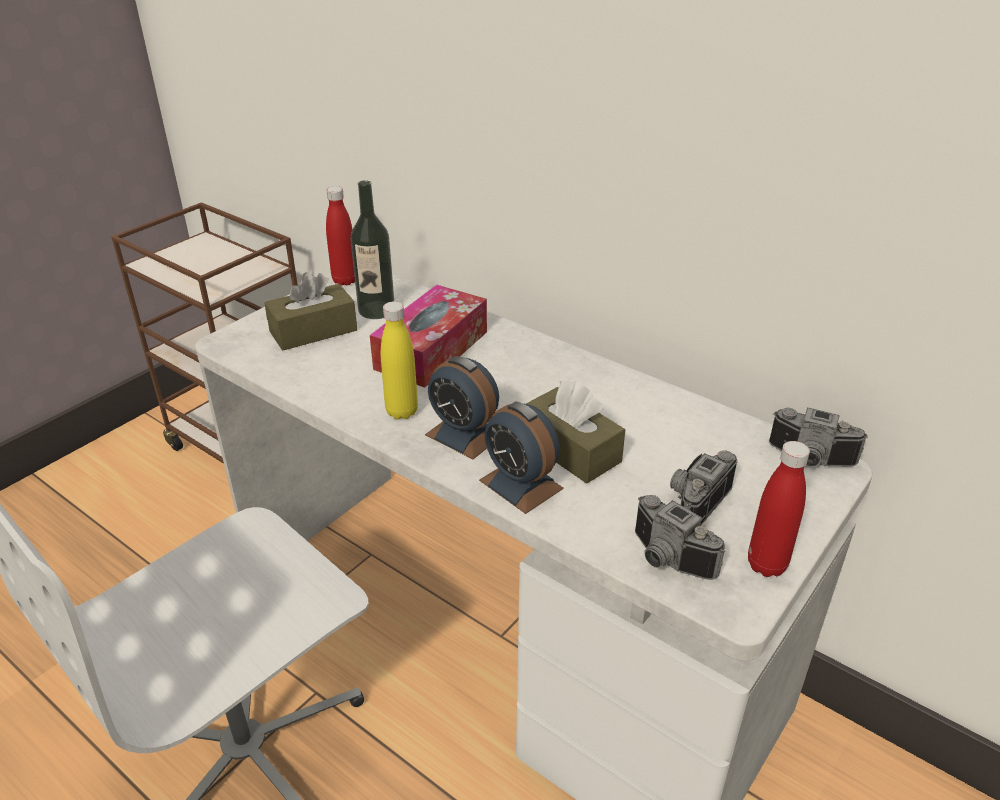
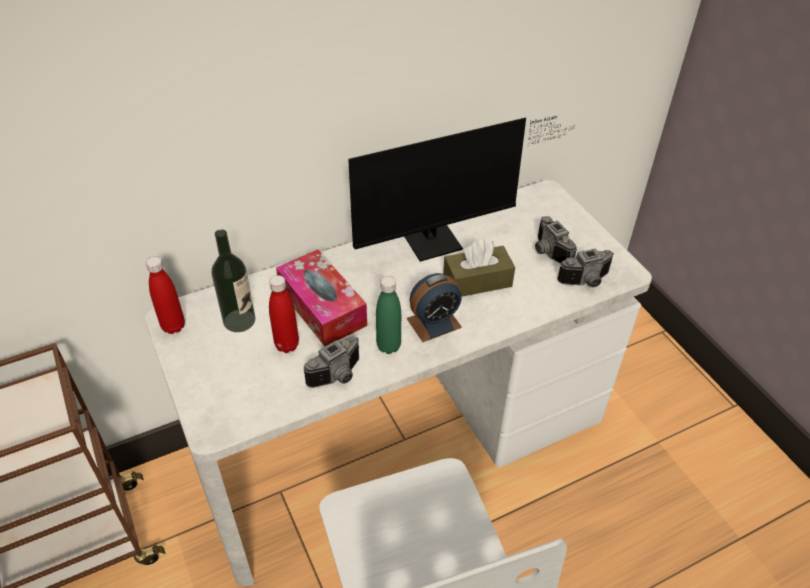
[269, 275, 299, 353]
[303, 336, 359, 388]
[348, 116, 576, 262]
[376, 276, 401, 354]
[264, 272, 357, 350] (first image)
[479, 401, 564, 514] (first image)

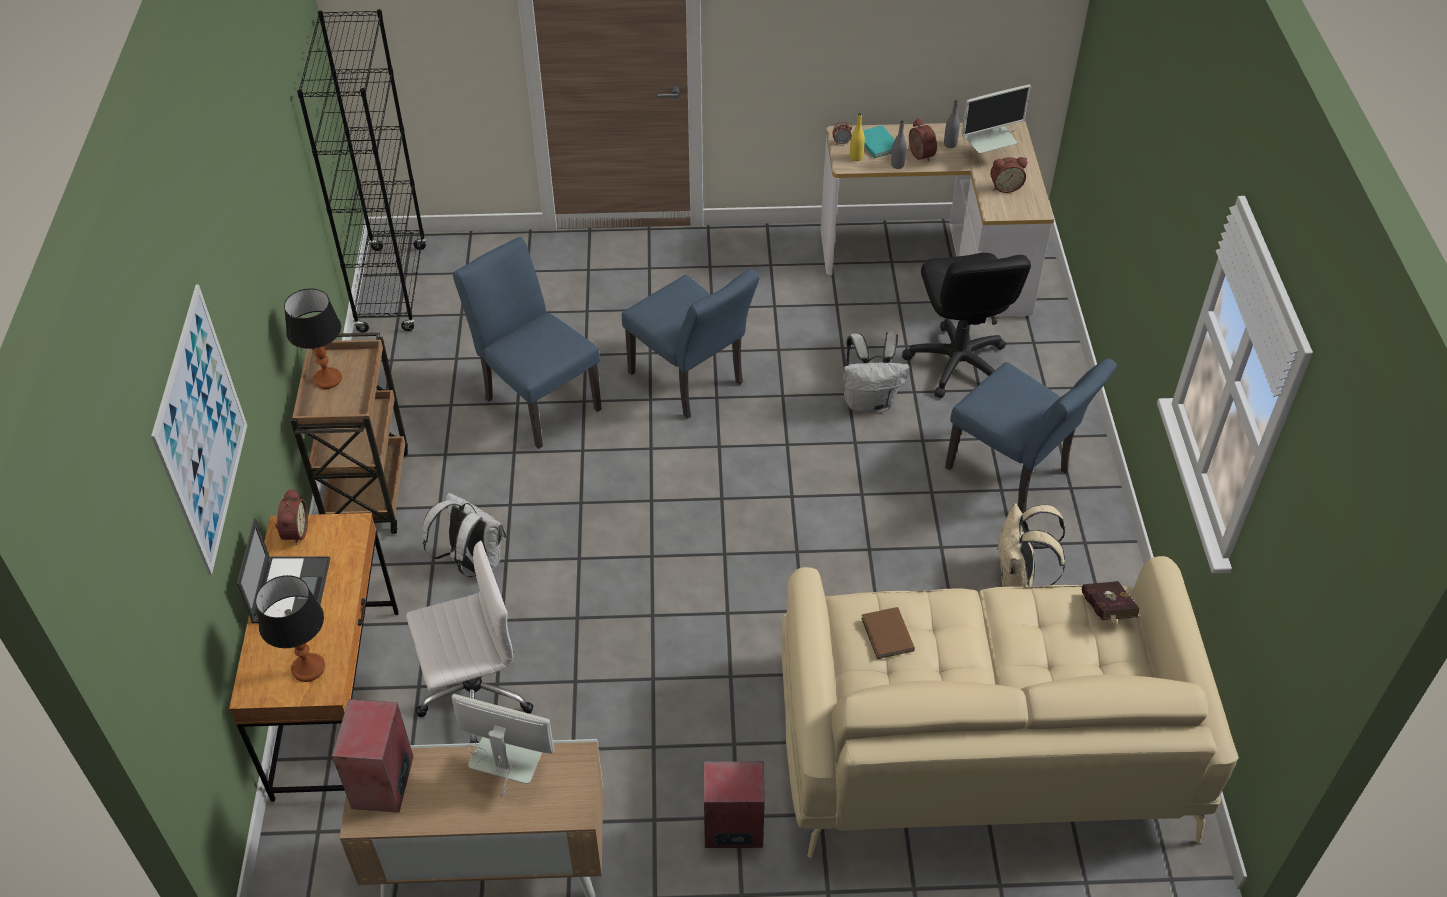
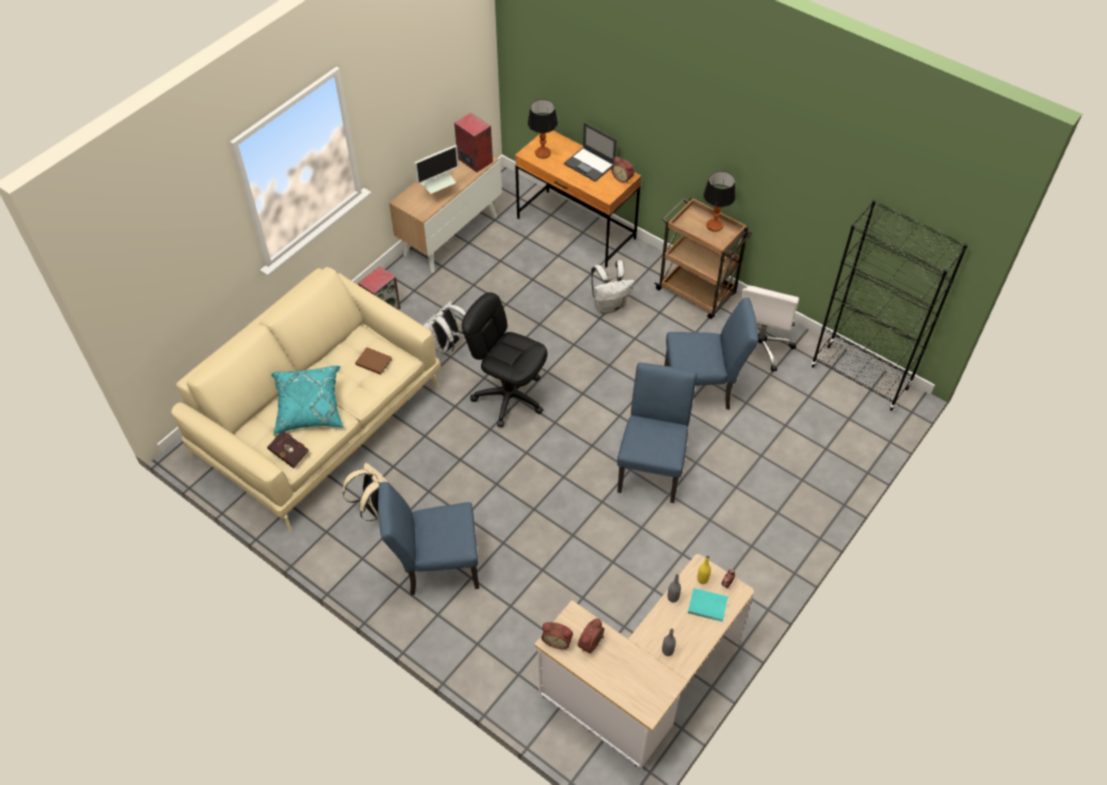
[271, 366, 344, 434]
[423, 301, 466, 354]
[462, 293, 547, 427]
[541, 622, 573, 649]
[617, 363, 697, 503]
[740, 285, 799, 372]
[151, 284, 247, 575] (first image)
[961, 85, 1031, 153] (first image)

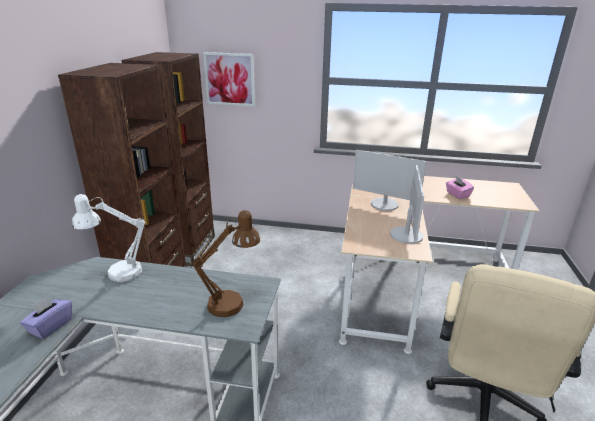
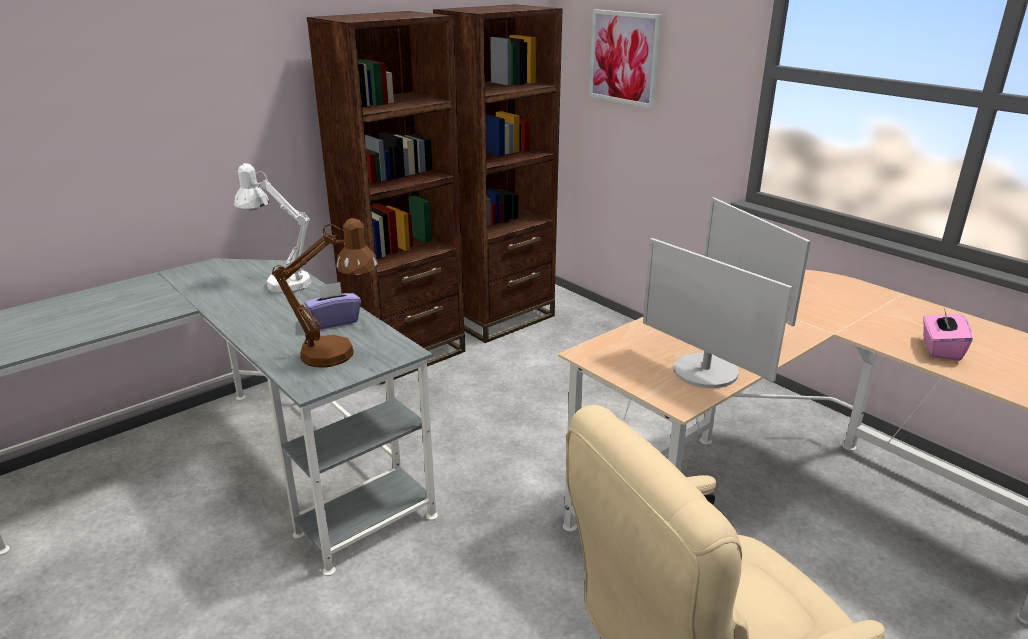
[305, 282, 361, 330]
[643, 238, 793, 388]

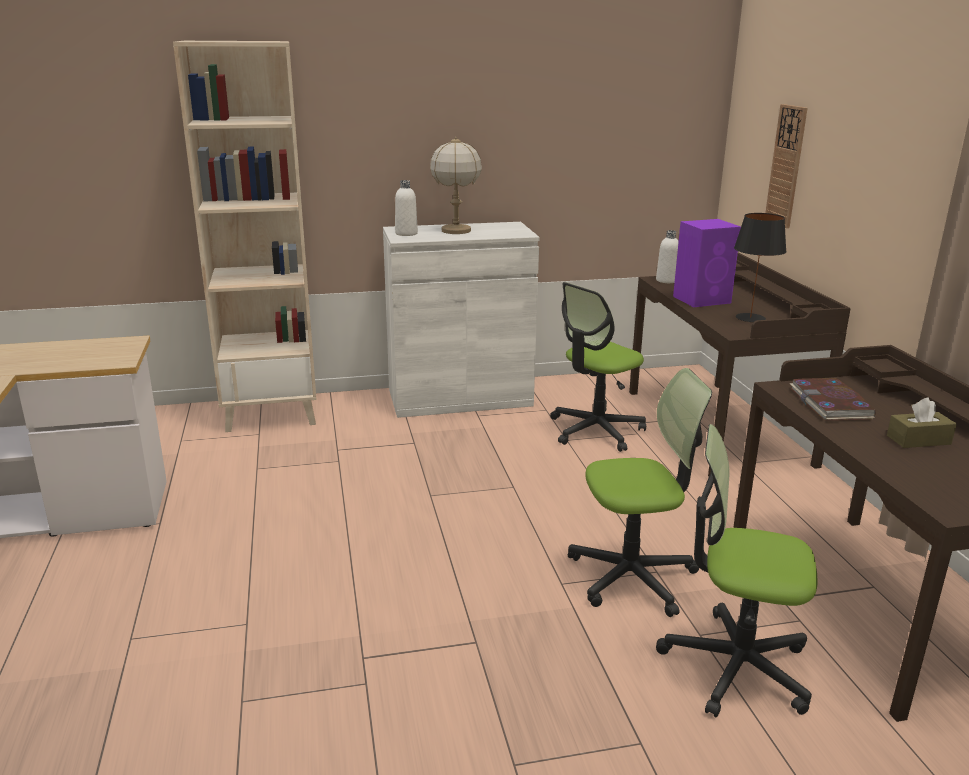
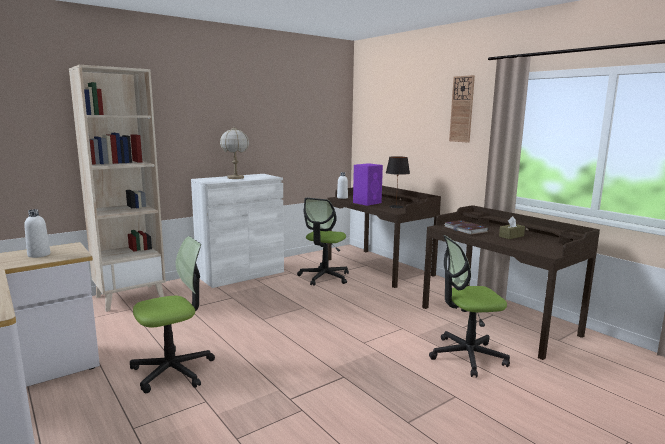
[24, 209, 50, 258]
[130, 236, 215, 393]
[449, 75, 475, 143]

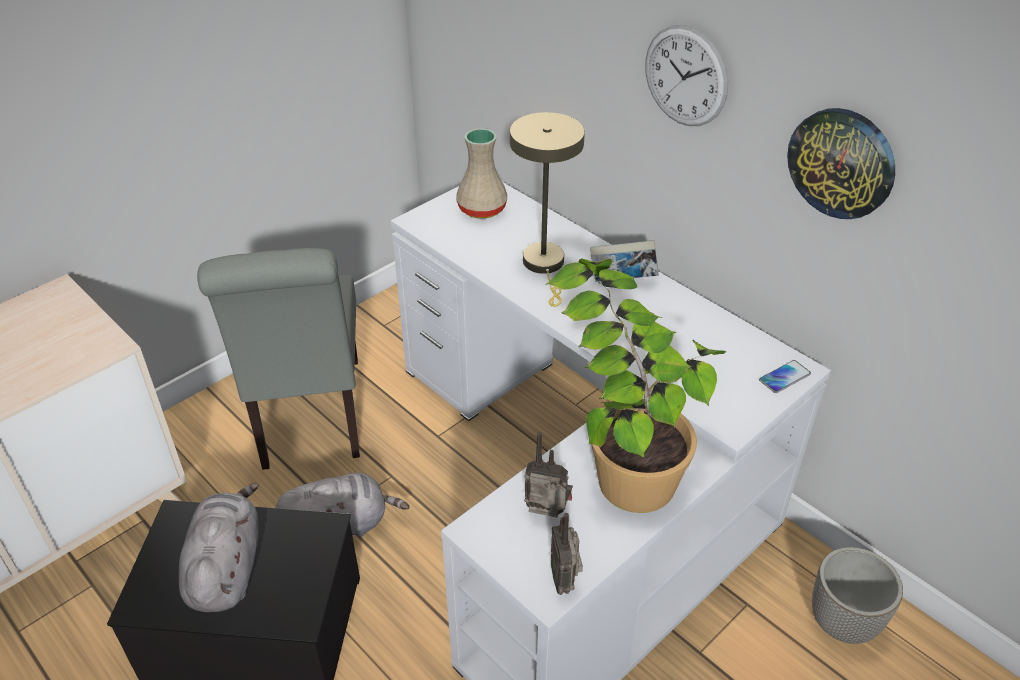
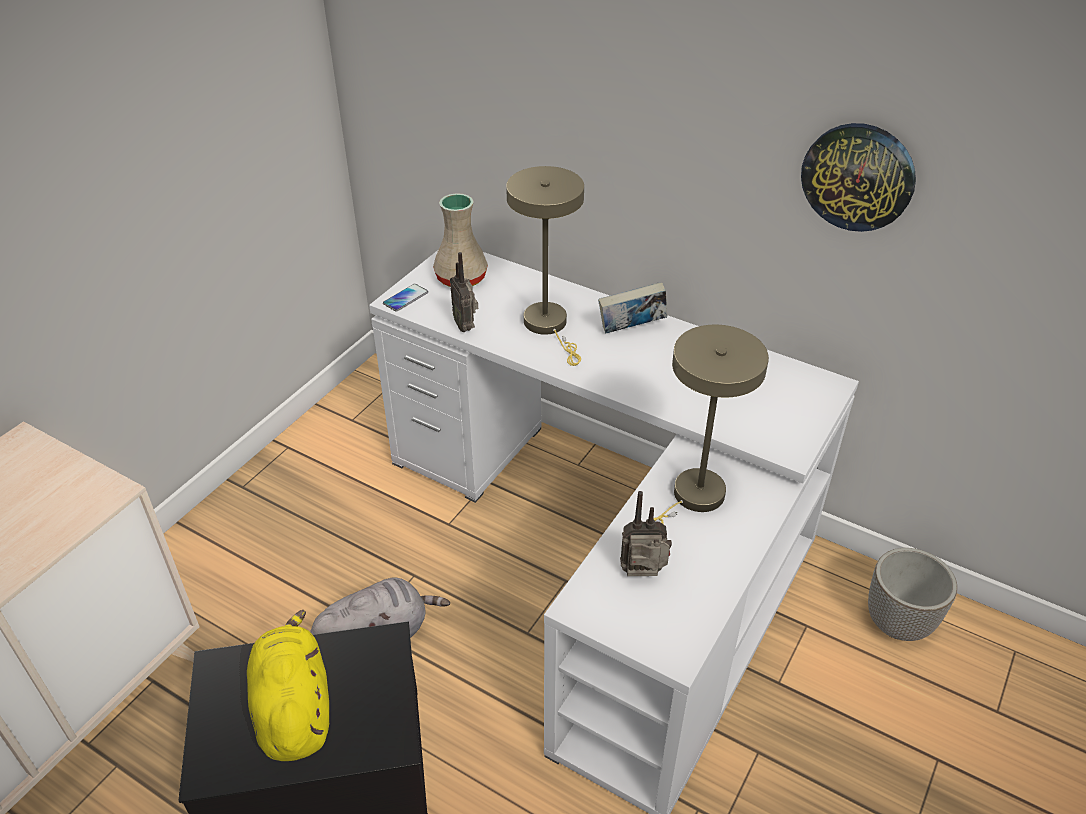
[247, 610, 329, 761]
[383, 284, 428, 312]
[450, 252, 478, 332]
[654, 325, 769, 524]
[197, 248, 360, 470] (first image)
[645, 24, 728, 126] (first image)

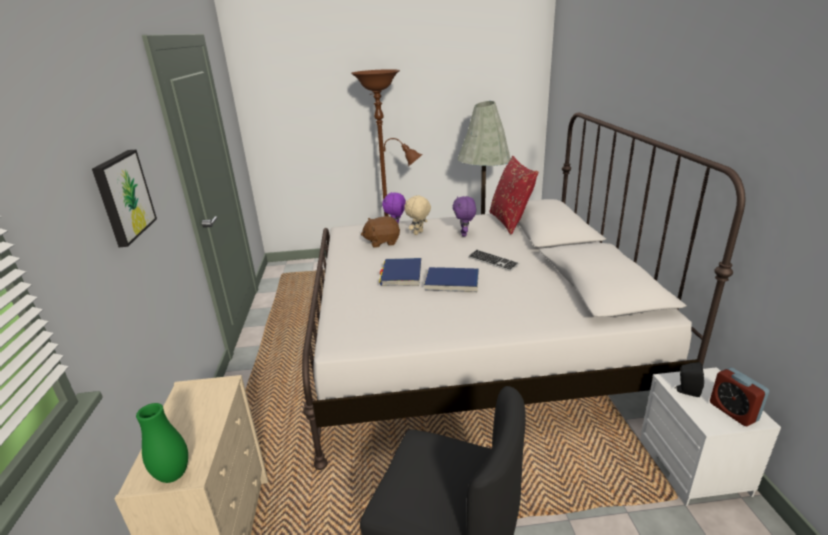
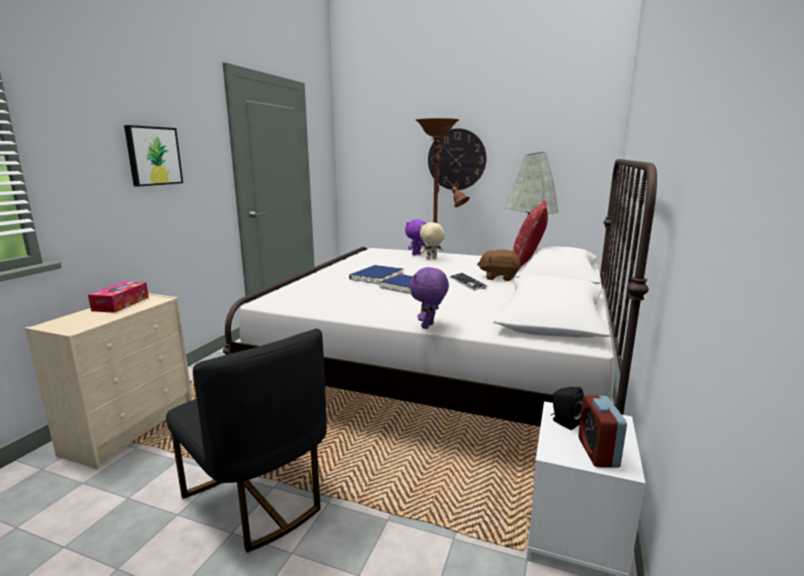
[88, 281, 149, 313]
[409, 267, 449, 329]
[428, 128, 486, 190]
[477, 250, 521, 281]
[136, 403, 188, 483] (first image)

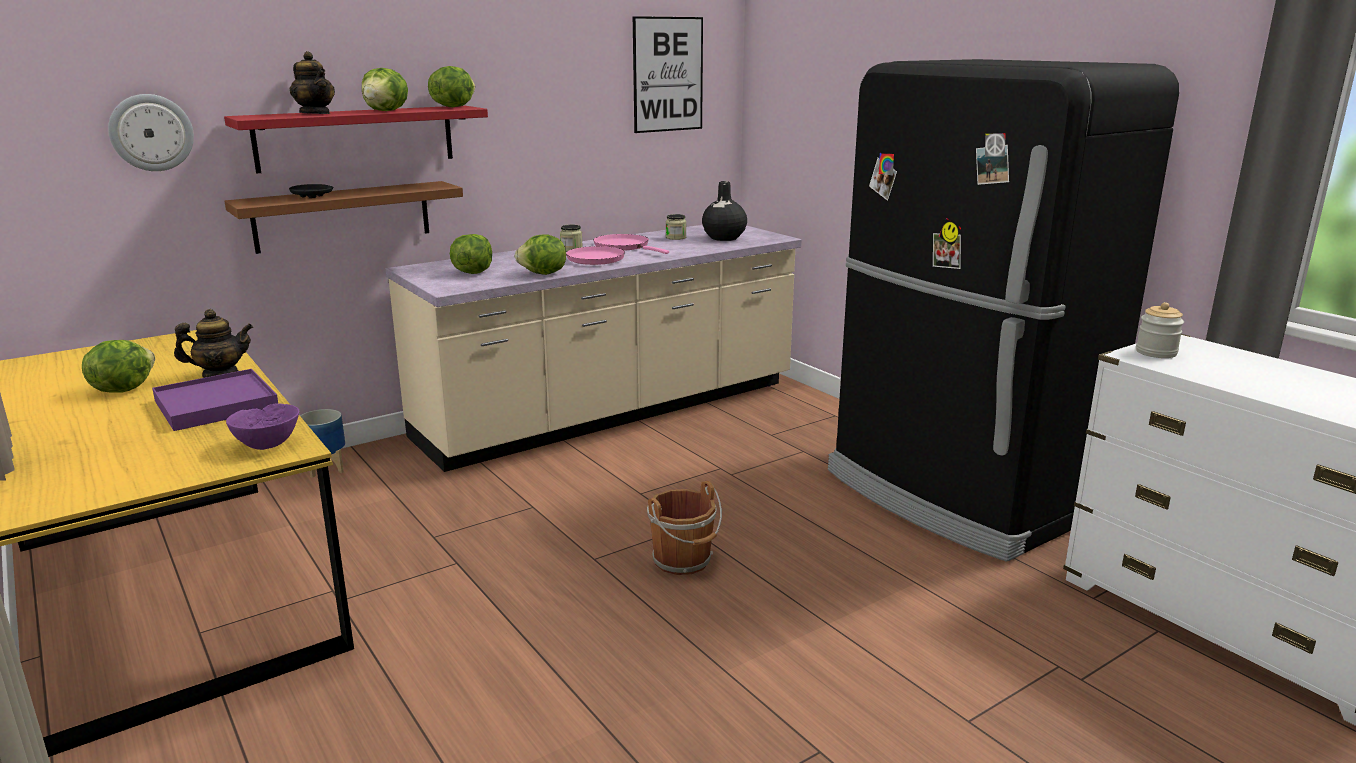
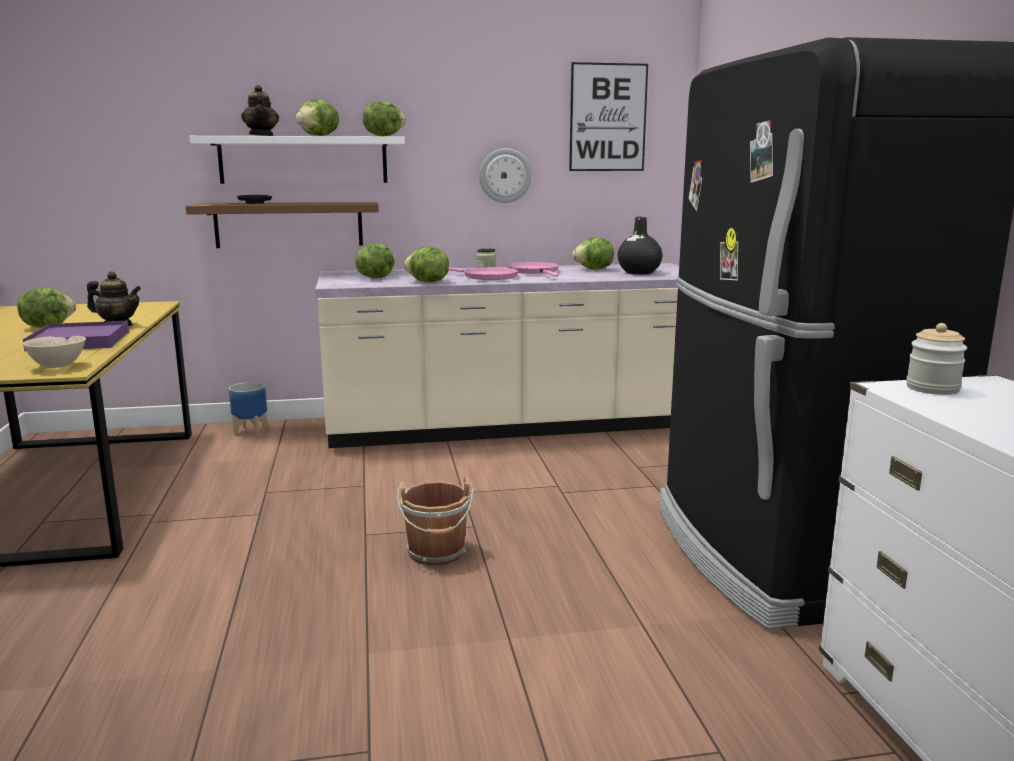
[23, 336, 86, 368]
[189, 136, 405, 184]
[479, 148, 532, 203]
[572, 237, 614, 270]

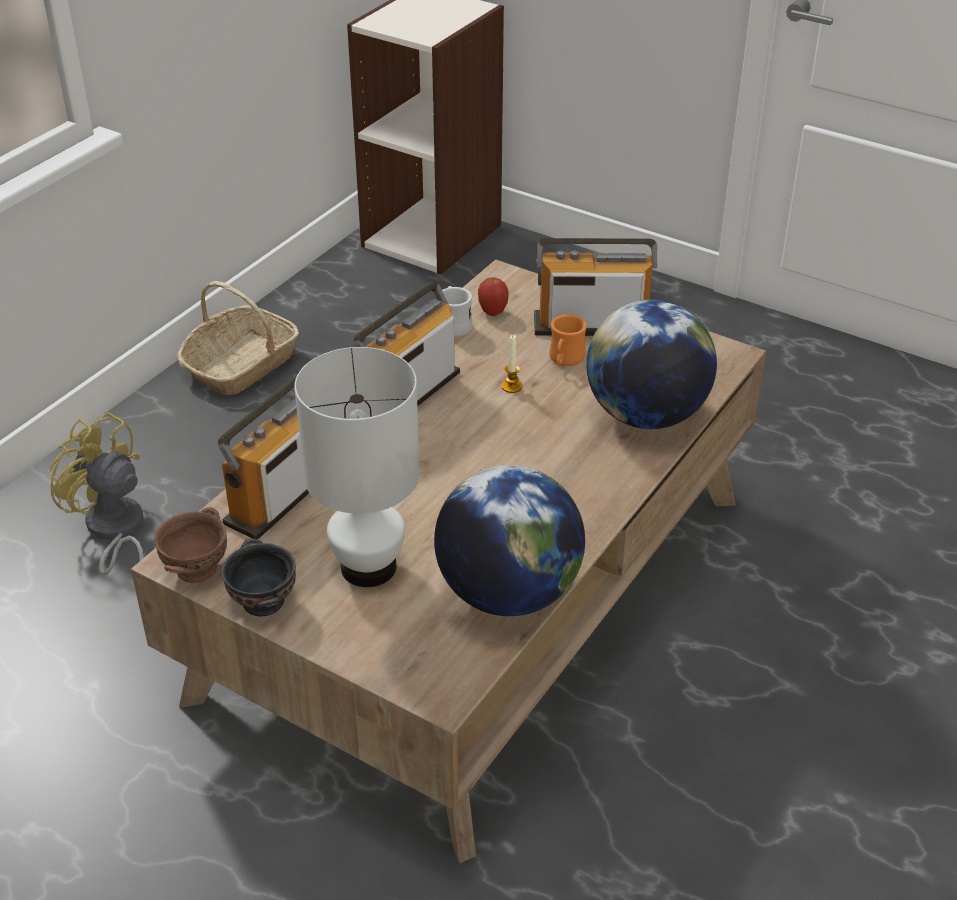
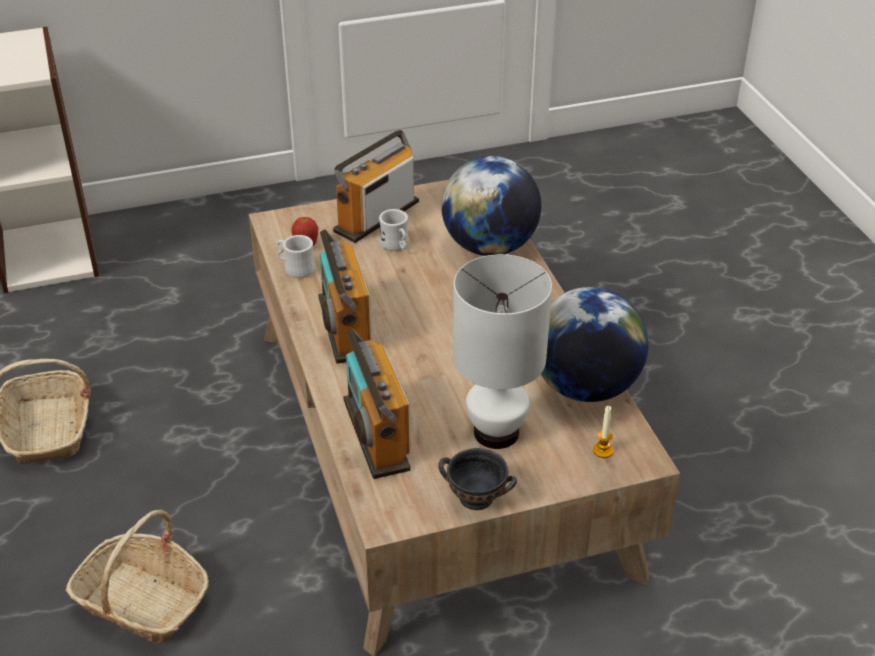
[66, 510, 209, 643]
[379, 209, 409, 251]
[593, 406, 614, 458]
[154, 507, 227, 583] (first image)

